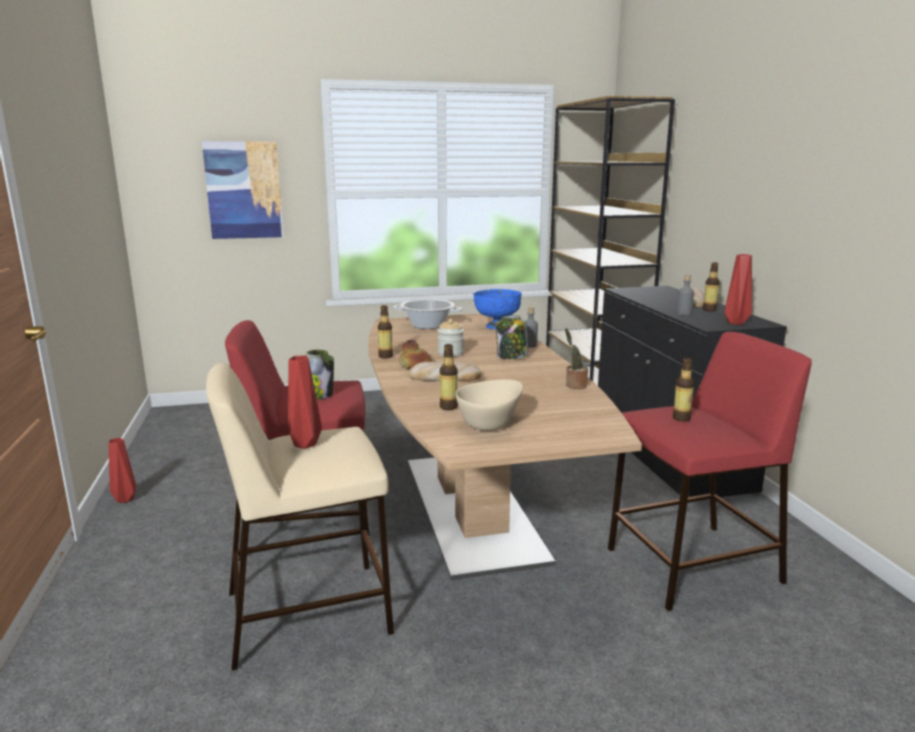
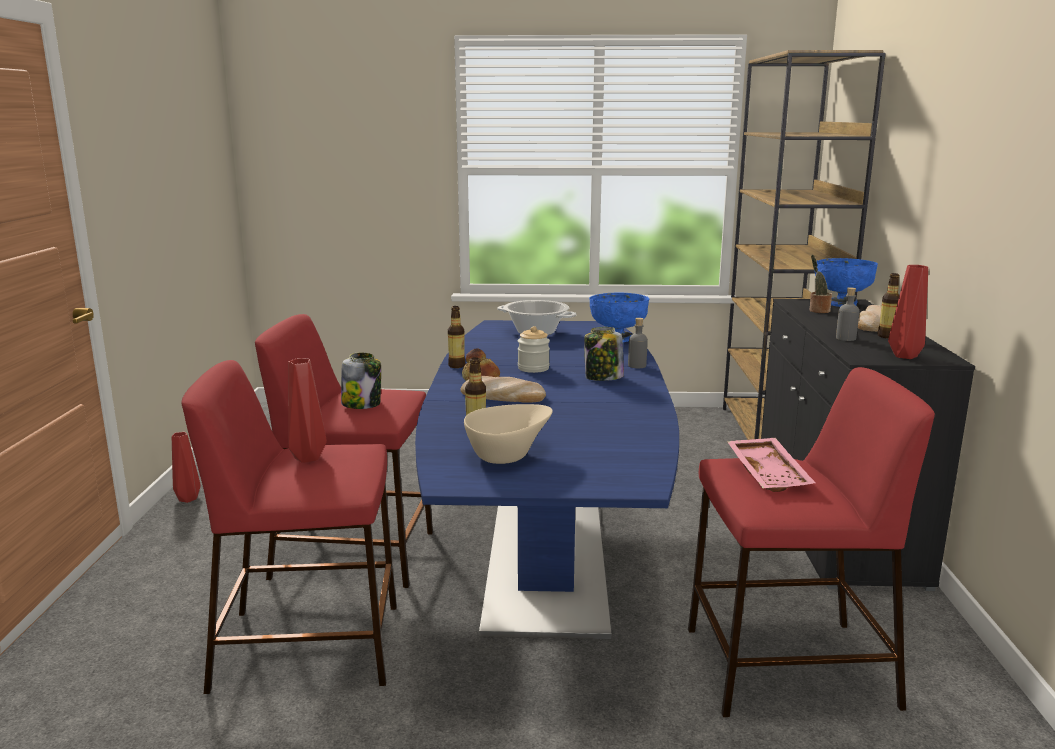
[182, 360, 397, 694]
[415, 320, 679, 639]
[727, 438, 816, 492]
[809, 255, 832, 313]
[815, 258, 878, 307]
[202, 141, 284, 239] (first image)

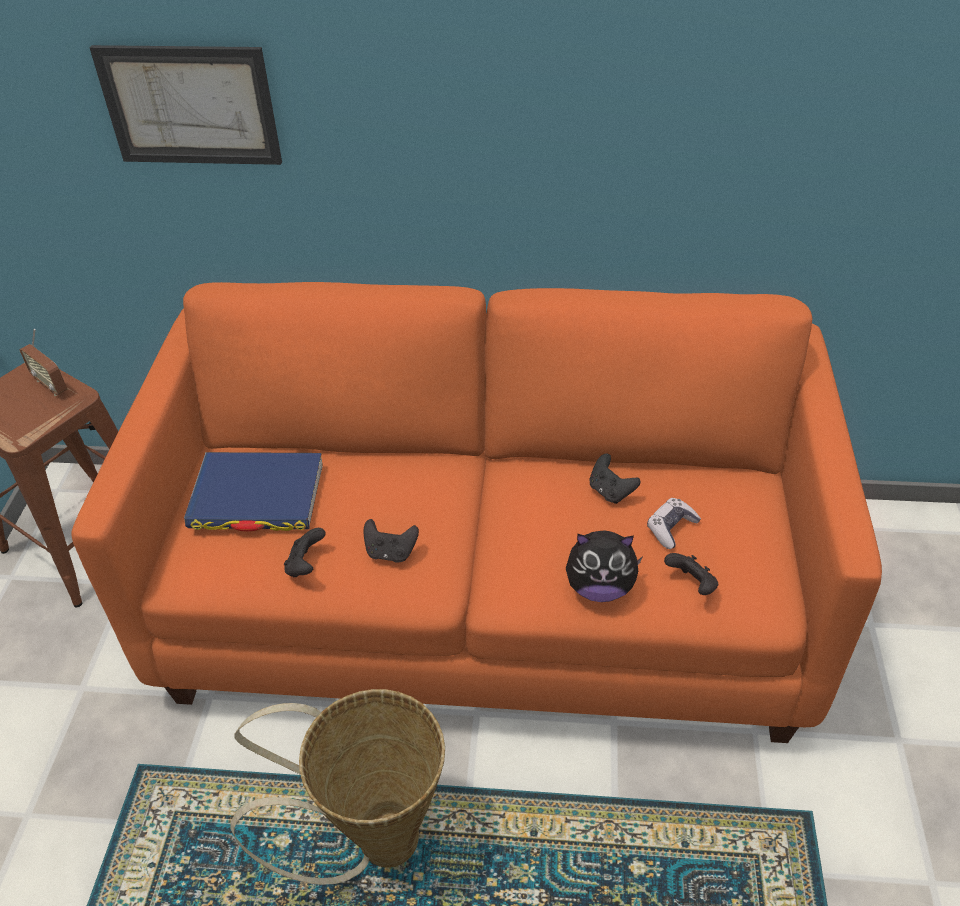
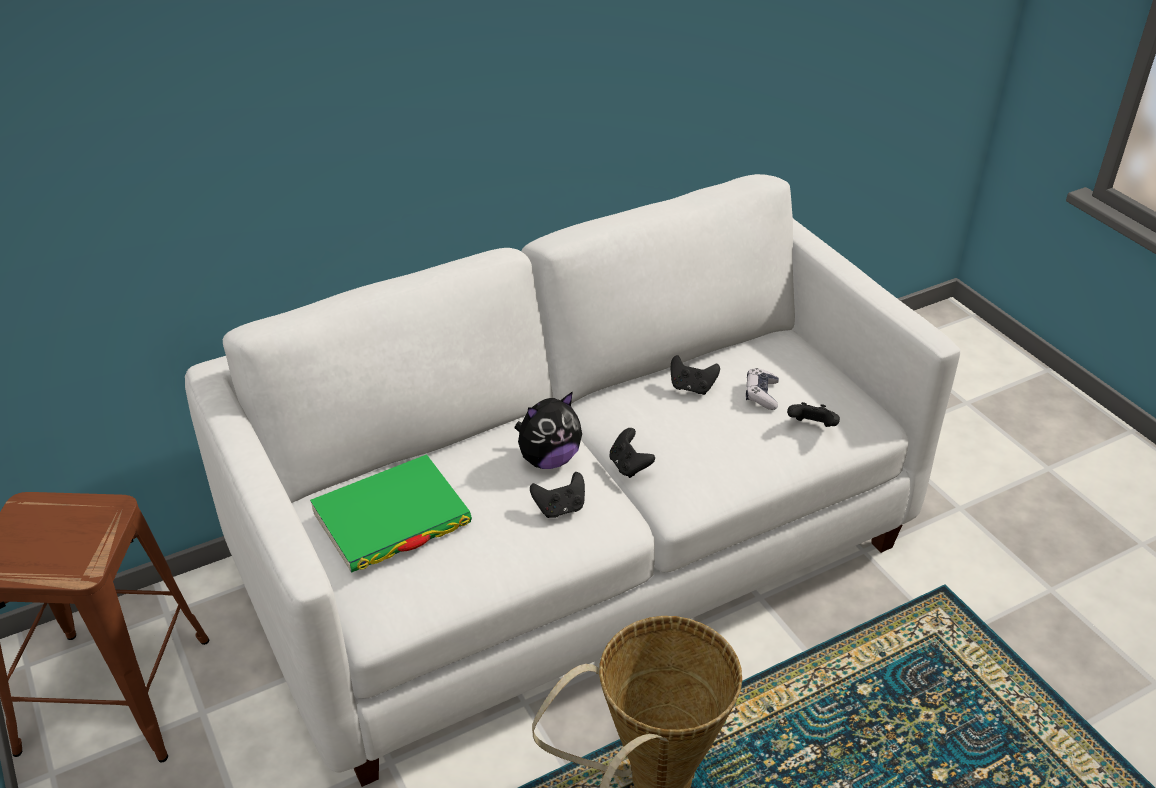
[185, 174, 960, 787]
[310, 454, 472, 572]
[514, 391, 582, 469]
[609, 428, 655, 478]
[19, 329, 67, 396] (first image)
[89, 45, 282, 165] (first image)

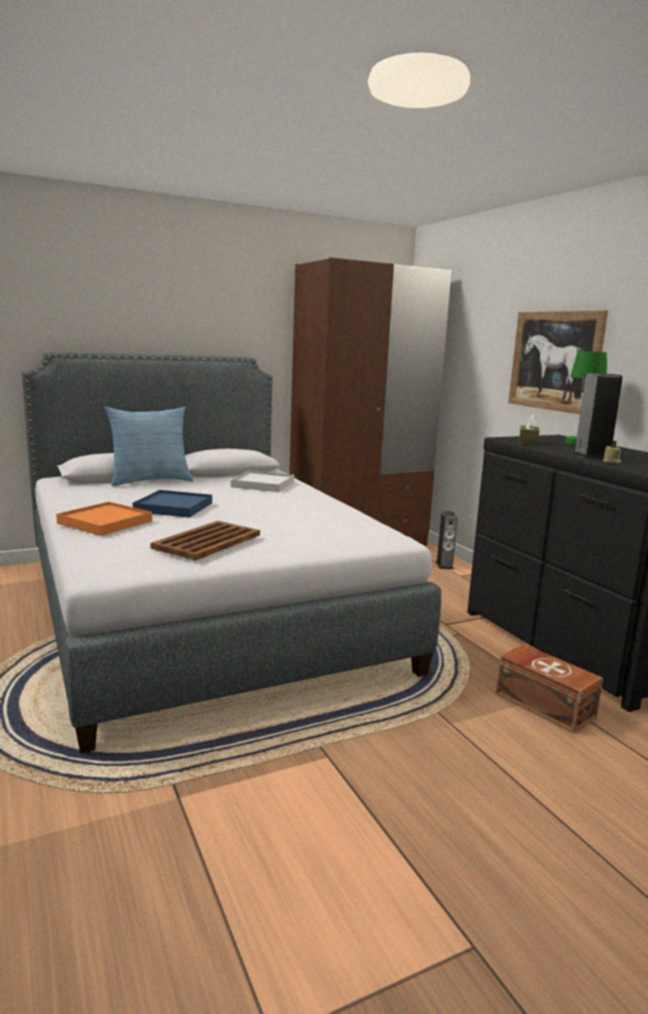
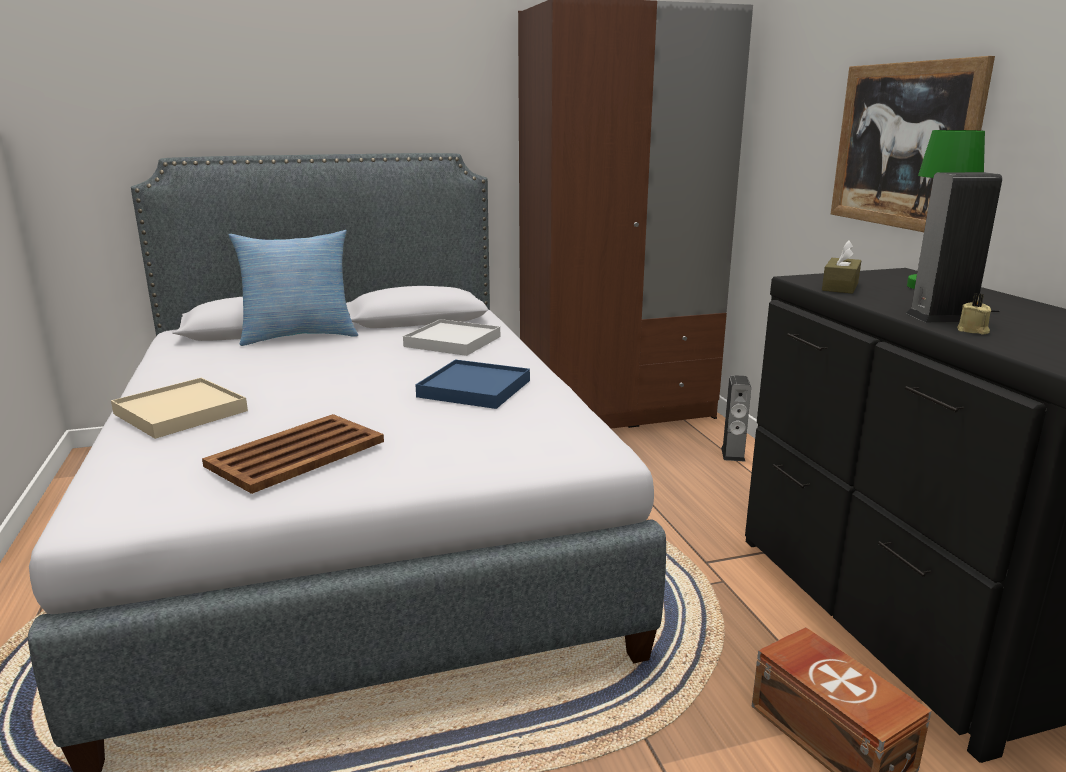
[111, 378, 248, 439]
[415, 360, 530, 409]

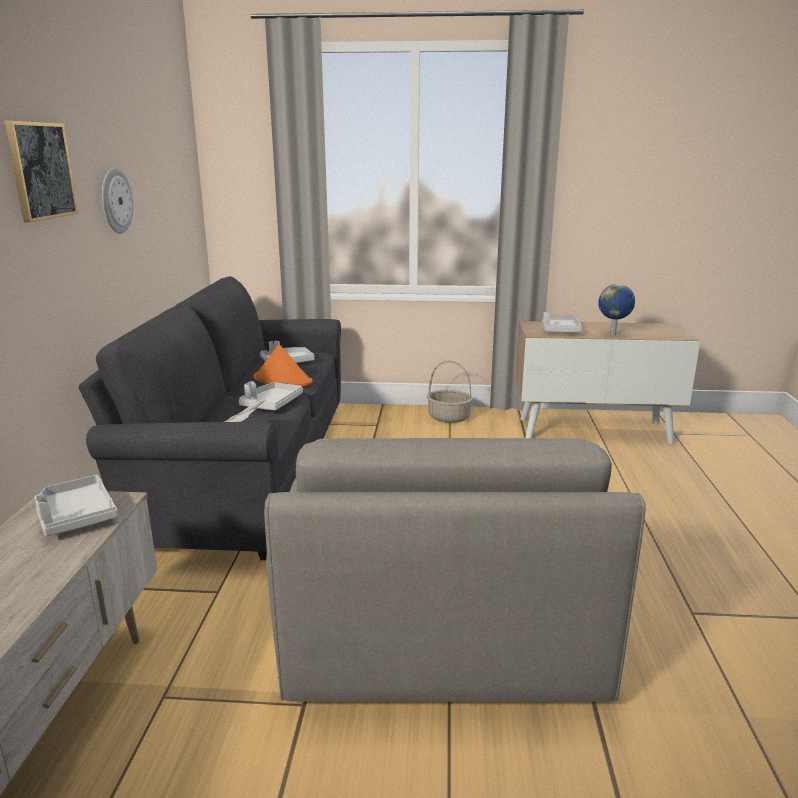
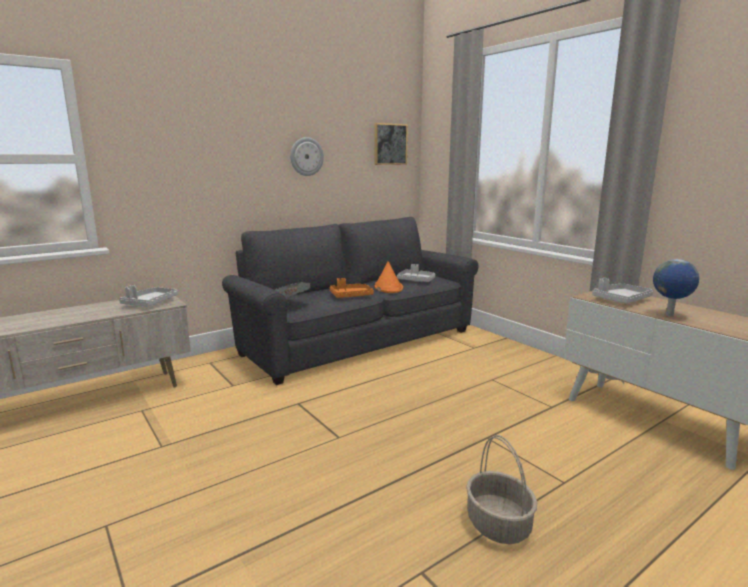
[330, 278, 374, 298]
[375, 123, 408, 165]
[466, 435, 537, 544]
[264, 438, 645, 702] (first image)

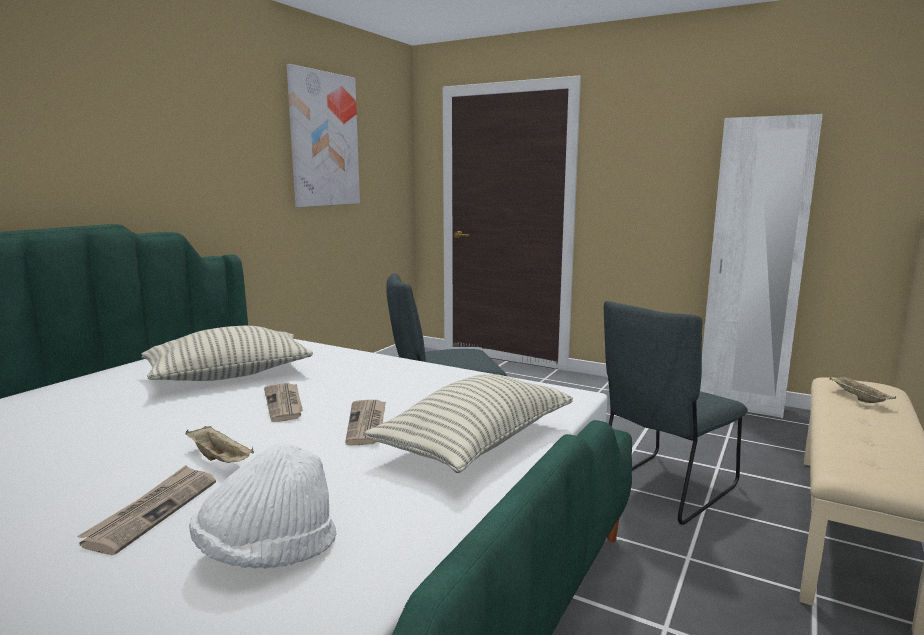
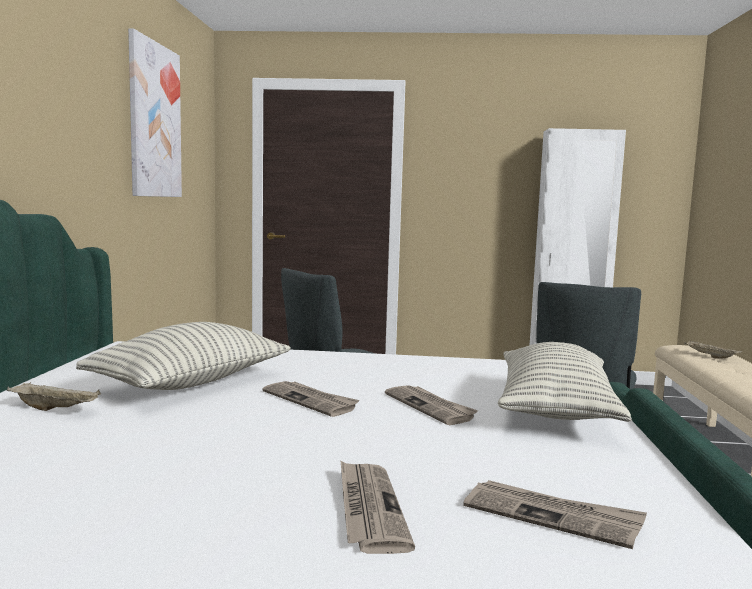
[7, 382, 101, 411]
[464, 480, 647, 549]

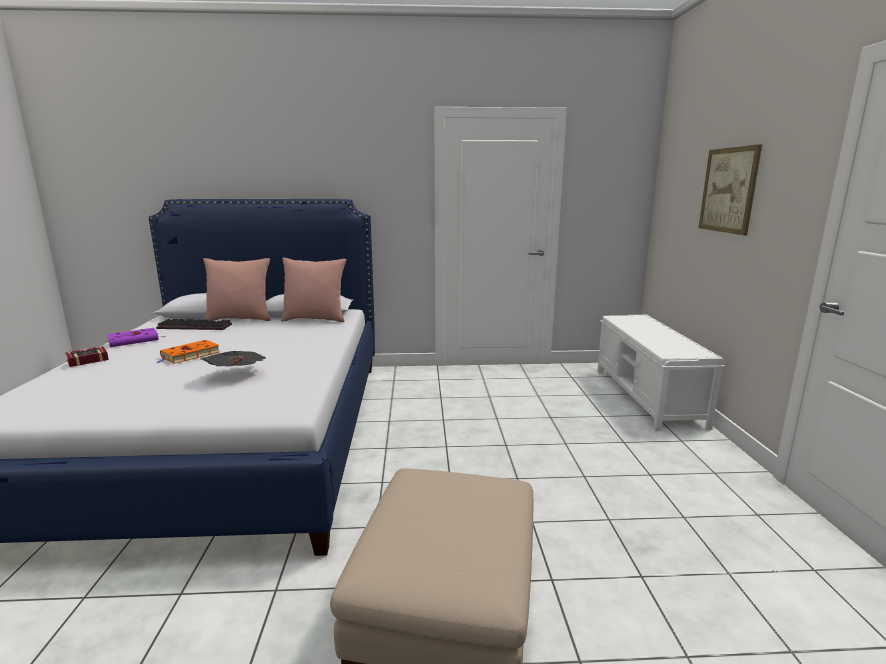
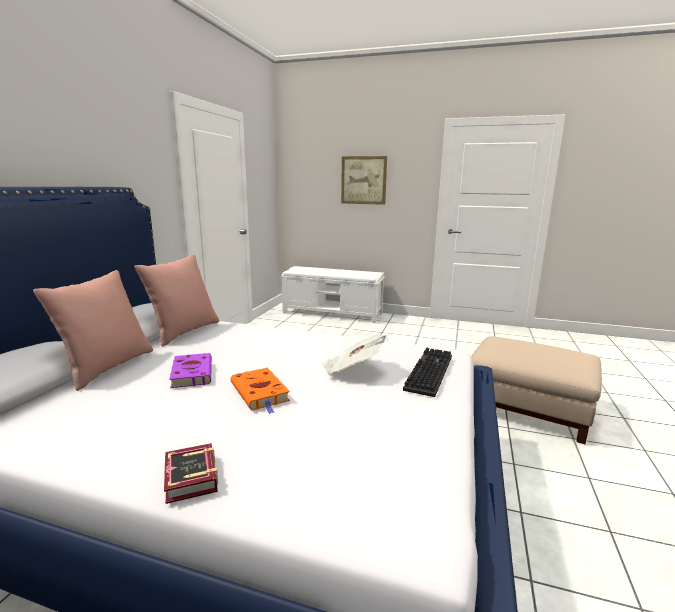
[169, 353, 212, 388]
[403, 347, 452, 397]

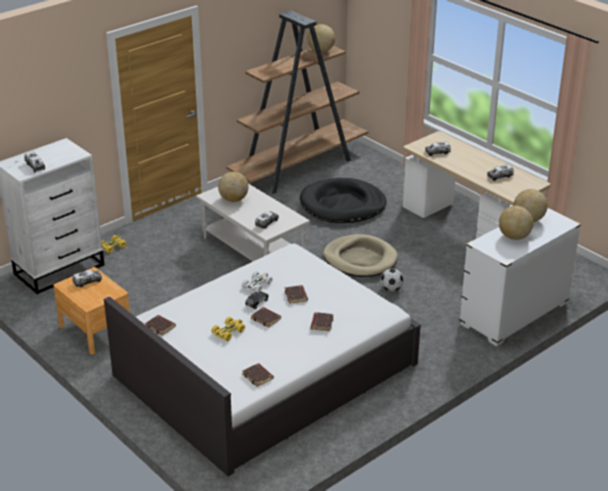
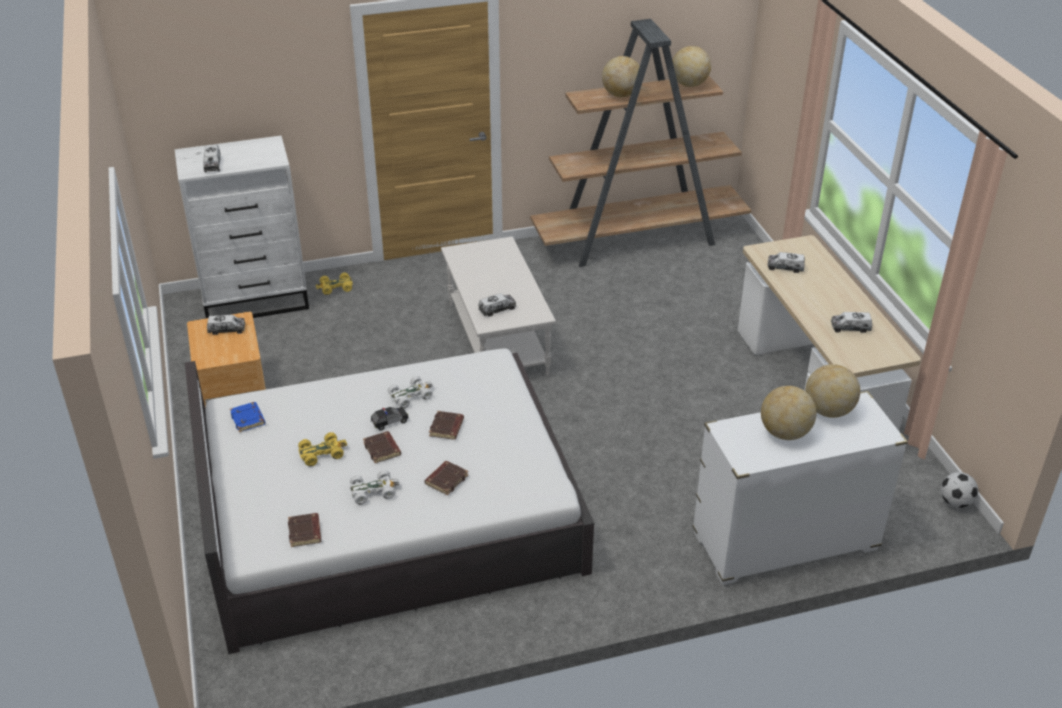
[230, 402, 266, 432]
[349, 470, 400, 505]
[602, 56, 640, 97]
[941, 472, 978, 508]
[300, 178, 387, 223] (first image)
[323, 234, 398, 277] (first image)

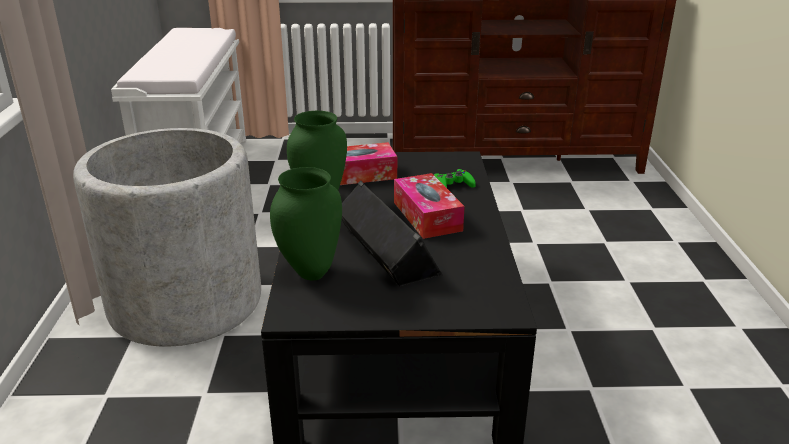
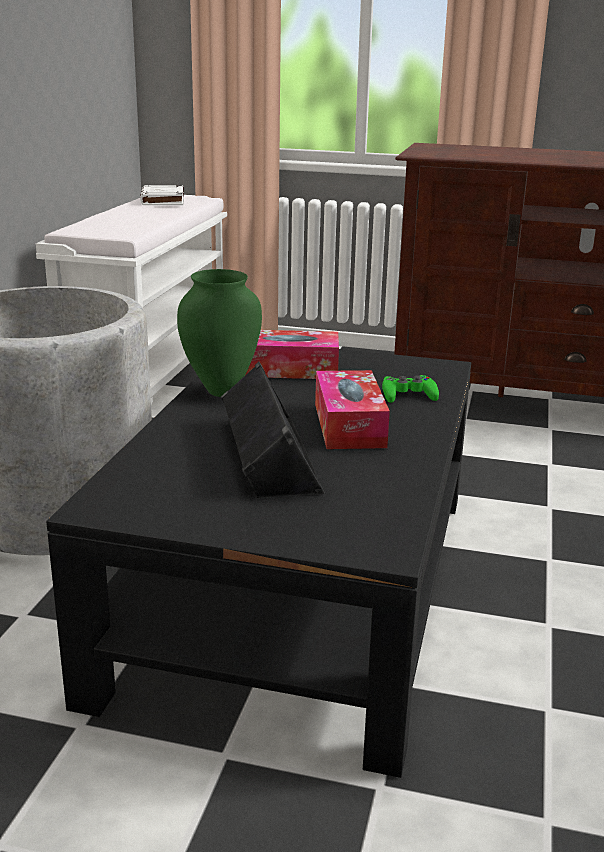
[140, 185, 184, 205]
[270, 167, 342, 280] (first image)

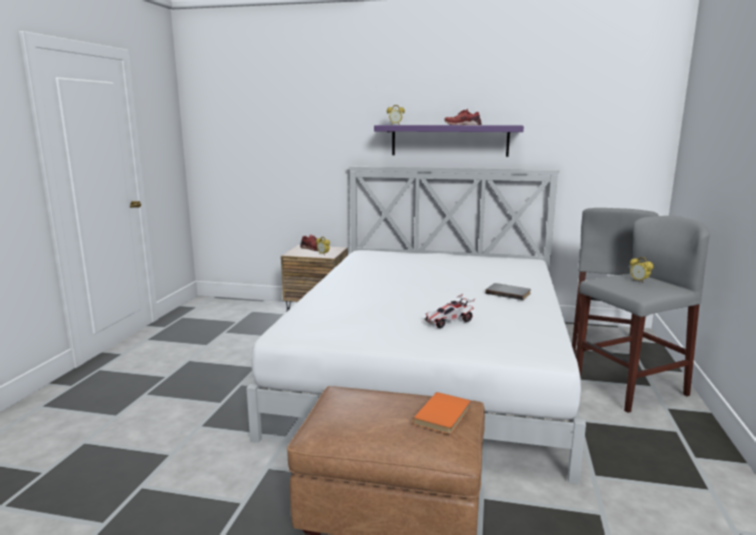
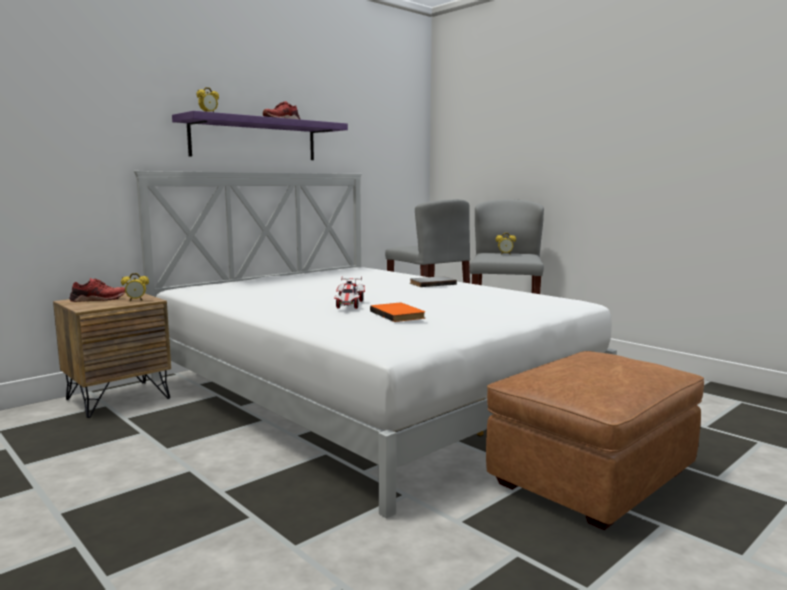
[334, 276, 365, 309]
[370, 303, 425, 322]

